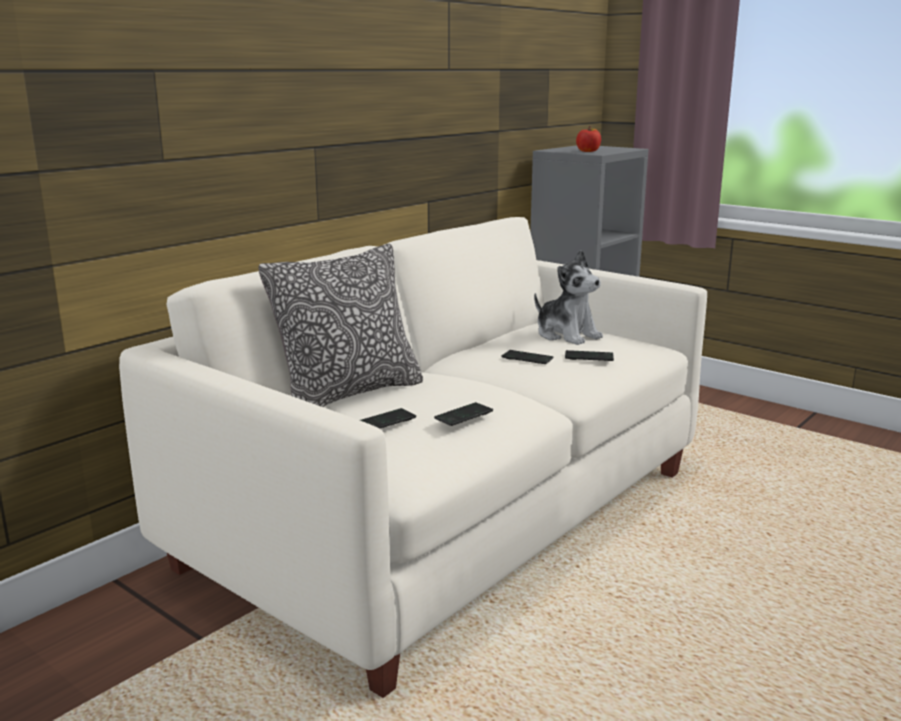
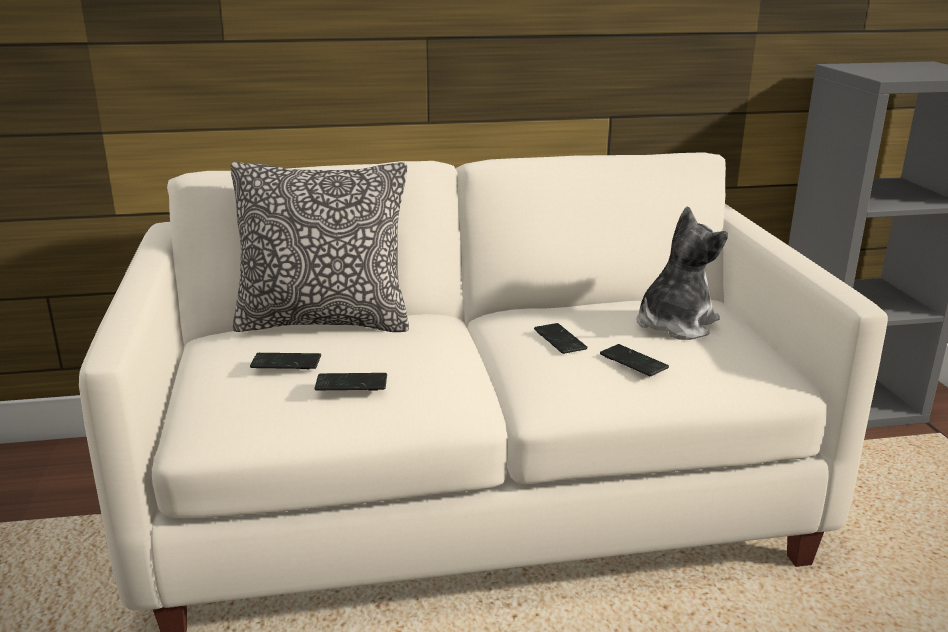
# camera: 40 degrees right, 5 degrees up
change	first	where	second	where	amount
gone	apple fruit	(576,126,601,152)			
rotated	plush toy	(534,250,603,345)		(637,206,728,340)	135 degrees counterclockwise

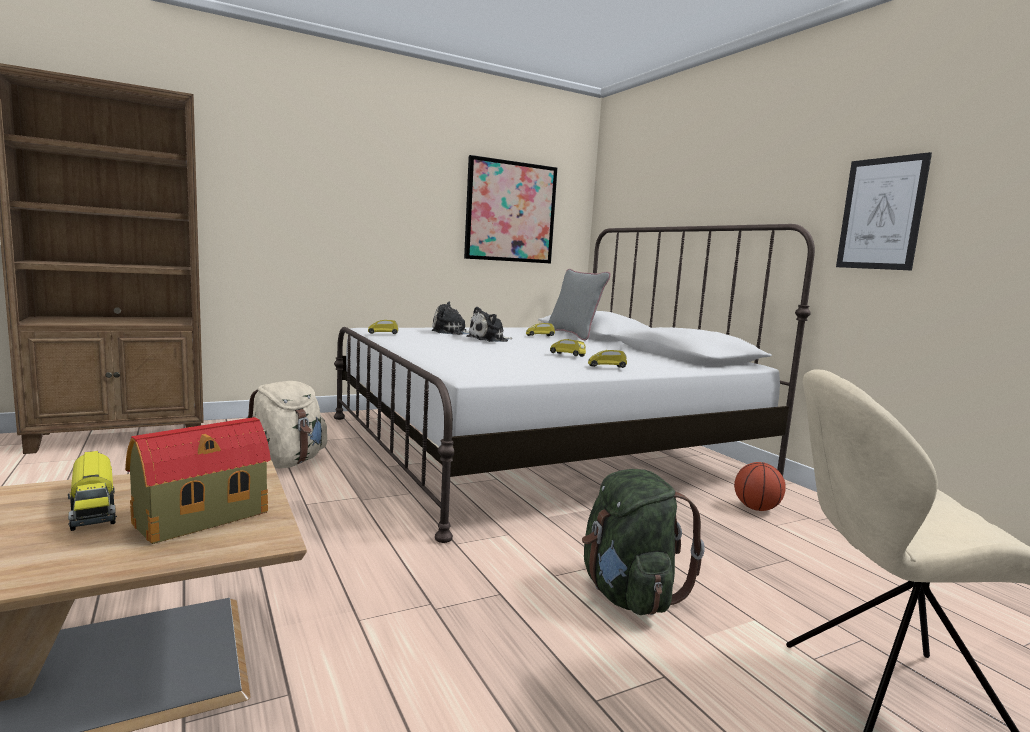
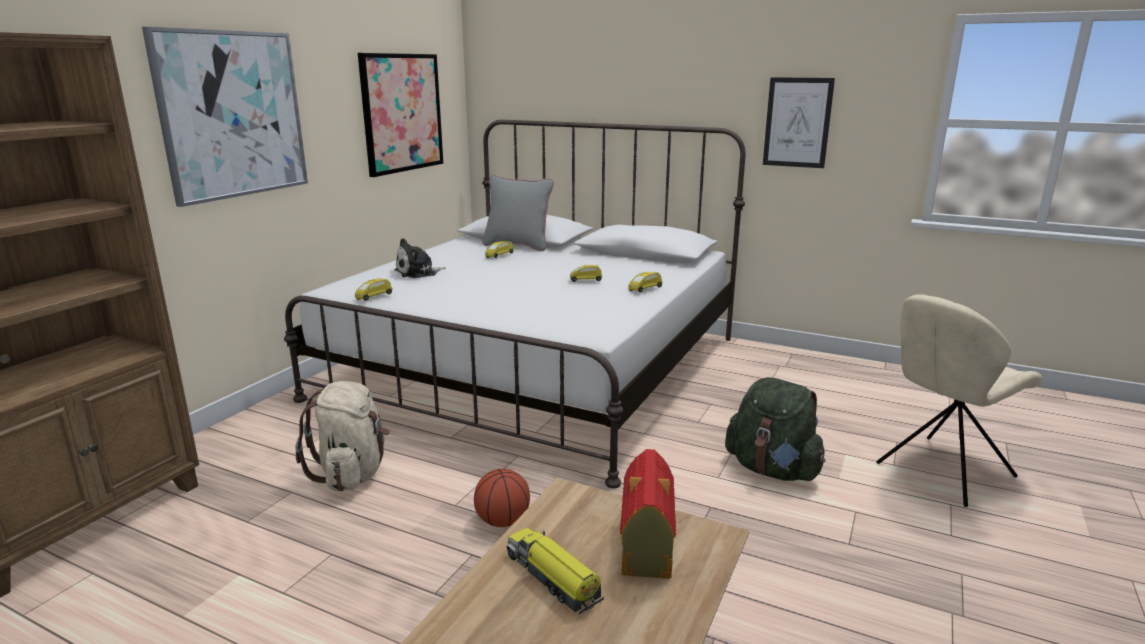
# camera: 35 degrees left, 10 degrees up
change	first	where	second	where	amount
gone	plush toy	(466,307,513,342)			
rotated	toy truck	(68,451,117,531)		(507,528,604,614)	150 degrees counterclockwise
shifted	ball for basketball	(734,462,786,511)		(474,469,530,527)	
new			picture	(142,27,308,207)	

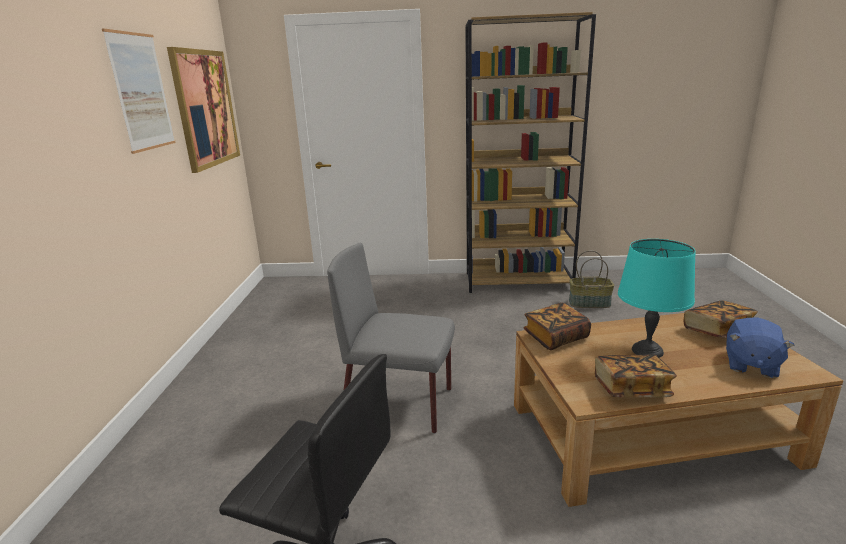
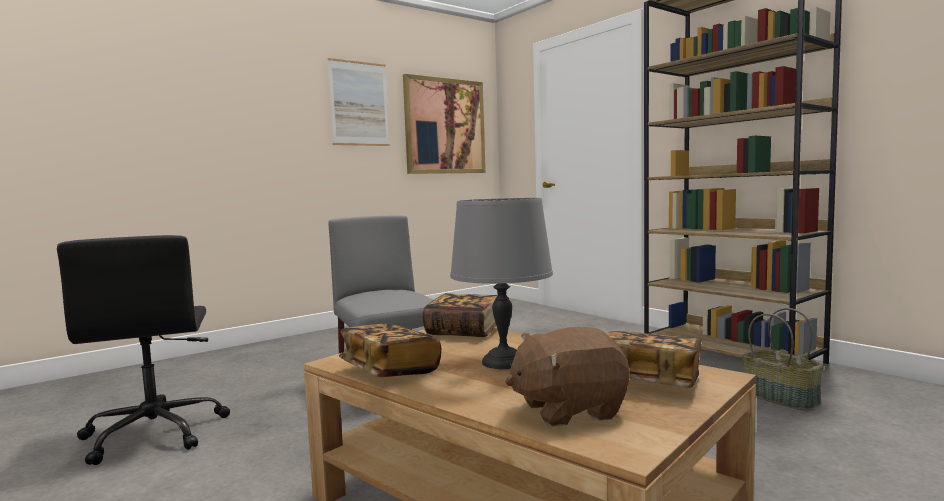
# camera: 50 degrees right, 15 degrees down
change	first	where	second	where	amount
repainted	lamp for a table/blue-green	(618,239,696,358)	lamp for a table/greyish	(450,198,553,369)	
repainted	plush toy/bluish	(726,318,795,378)	plush toy/brownish	(505,327,629,427)	

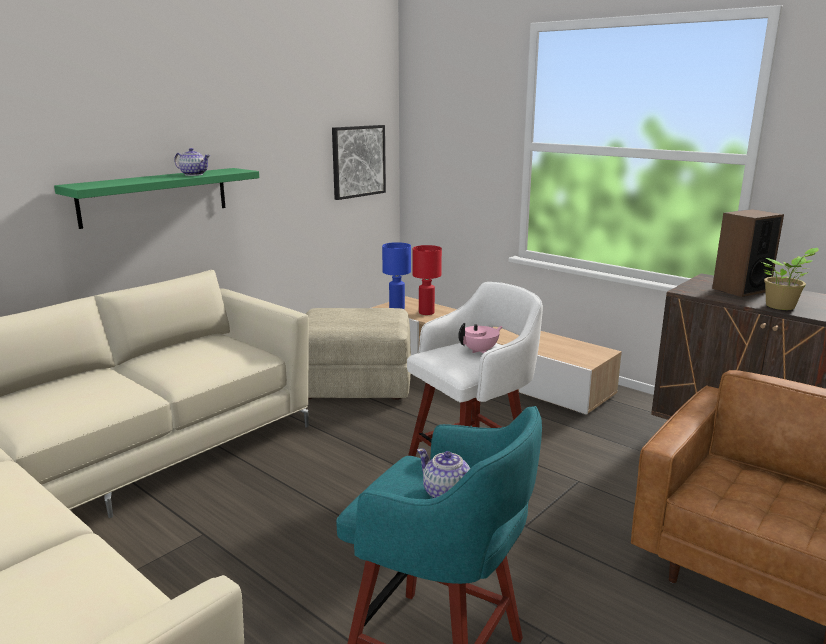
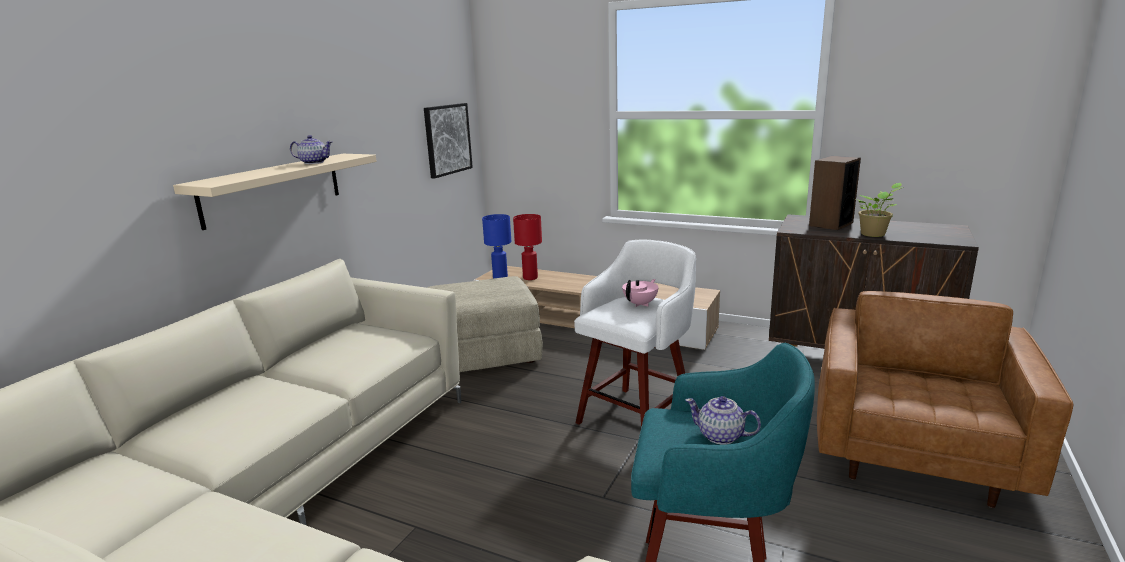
# camera: 15 degrees left, 0 degrees up
change	first	where	second	where	amount
repainted	bracket shelf/greenish	(54,168,259,229)	bracket shelf/beige	(173,154,377,230)	

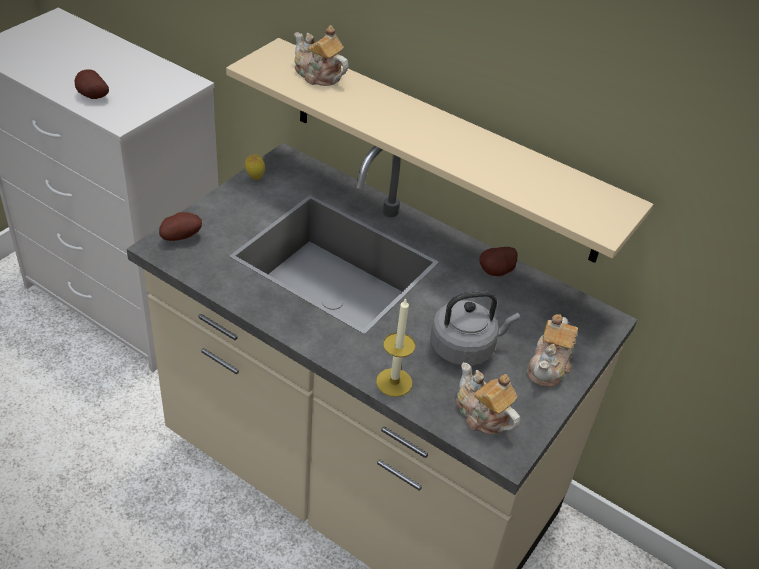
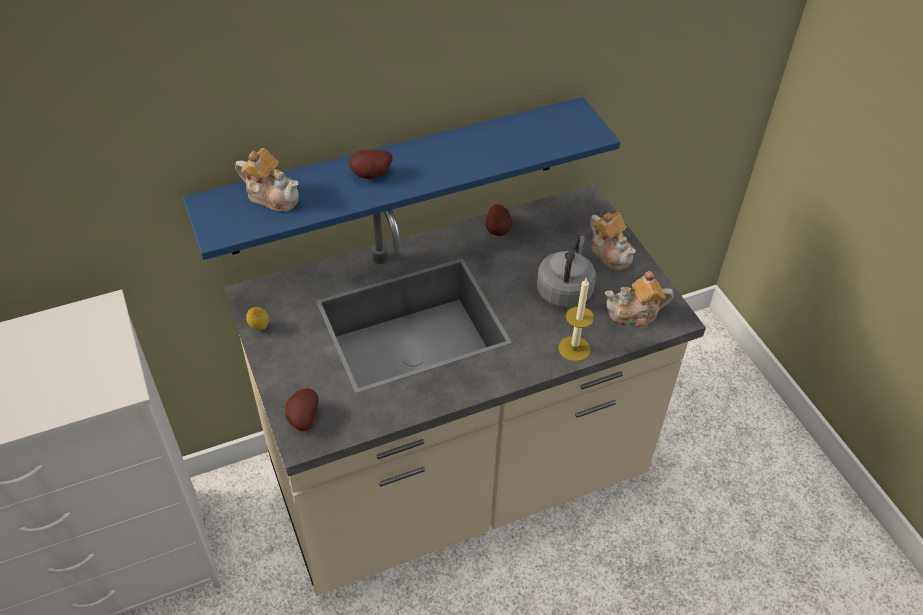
# camera: 55 degrees left, 5 degrees up
change	first	where	second	where	amount
rotated	teapot	(294,25,349,86)		(235,148,299,212)	135 degrees counterclockwise
repainted	bracket shelf/beige	(226,38,653,263)	bracket shelf/bluish	(183,97,620,260)	
shifted	whole potato	(74,69,109,99)		(349,150,393,179)	

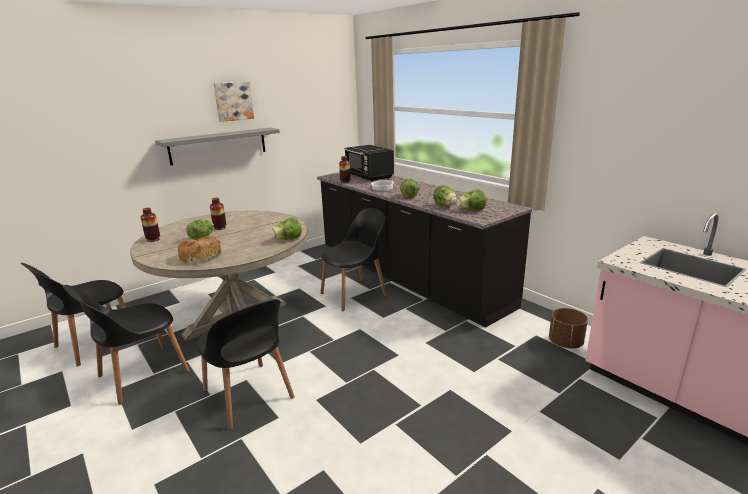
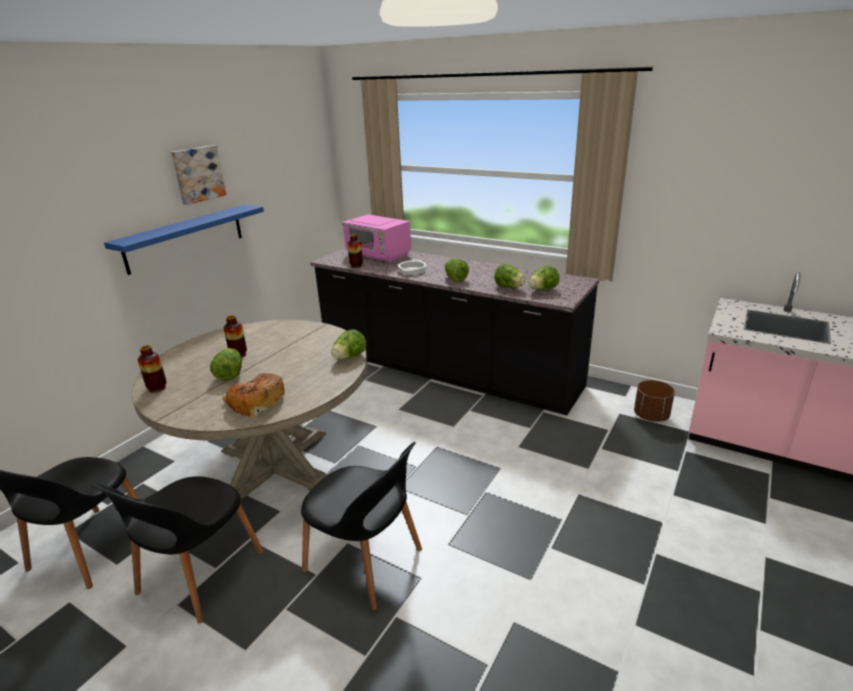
# camera: 20 degrees left, 5 degrees up
change	first	where	second	where	amount
repainted	bracket shelf/greyish	(155,128,280,165)	bracket shelf/bluish	(104,205,264,275)	
repainted	microwave oven/blackish	(344,145,394,182)	microwave oven/pink	(342,214,411,262)	
gone	chair/blackish	(320,208,387,311)			

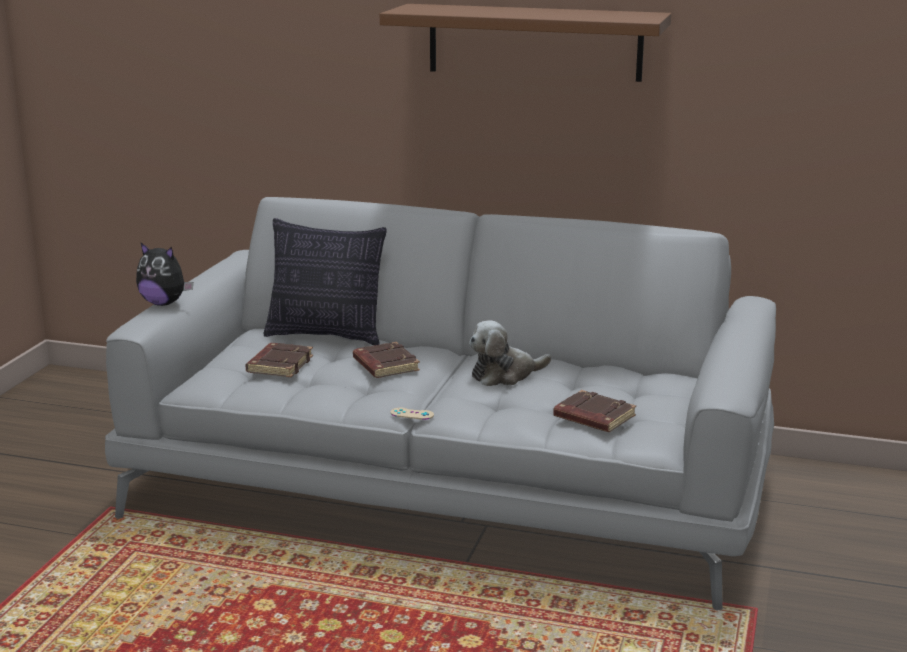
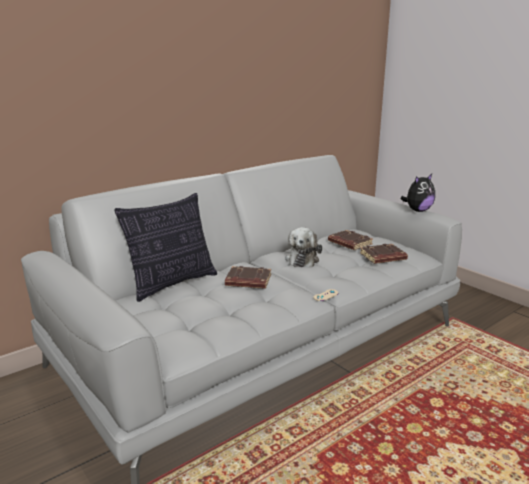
# camera: 55 degrees left, 0 degrees up
change	first	where	second	where	amount
gone	bracket shelf/brownish	(380,4,671,82)			
shifted	plush toy	(136,243,193,306)		(400,174,435,212)	
shifted	volume/brownish	(245,343,313,377)		(328,230,373,250)	

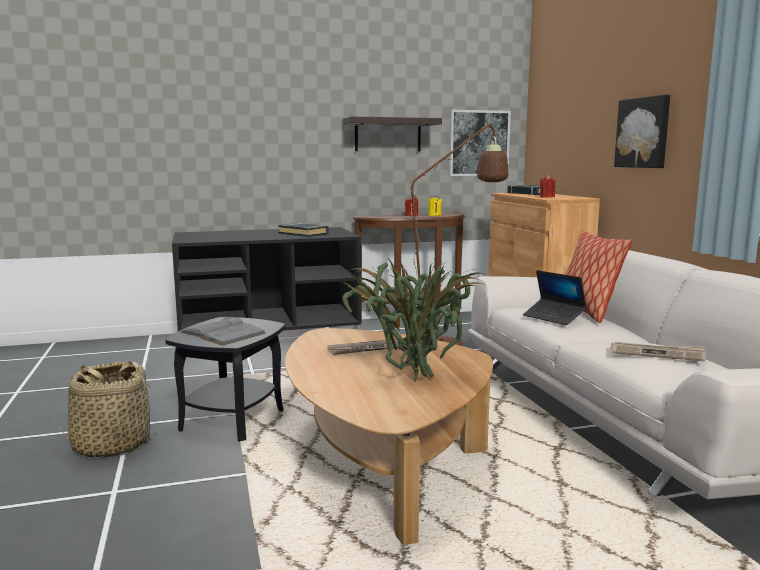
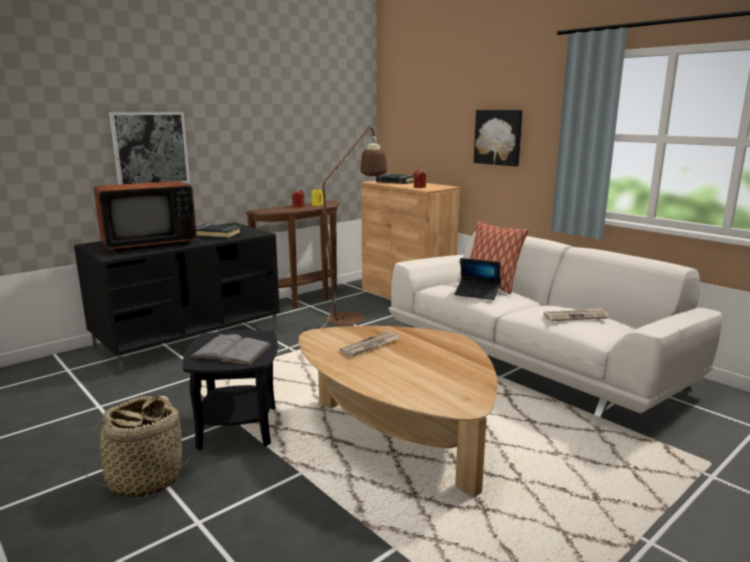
# camera: 25 degrees left, 5 degrees up
change	first	where	second	where	amount
shifted	picture	(448,110,511,176)		(109,112,190,185)	
gone	bracket shelf	(343,116,442,151)			
gone	houseplant	(342,257,486,382)			
new			TV	(94,151,197,253)	

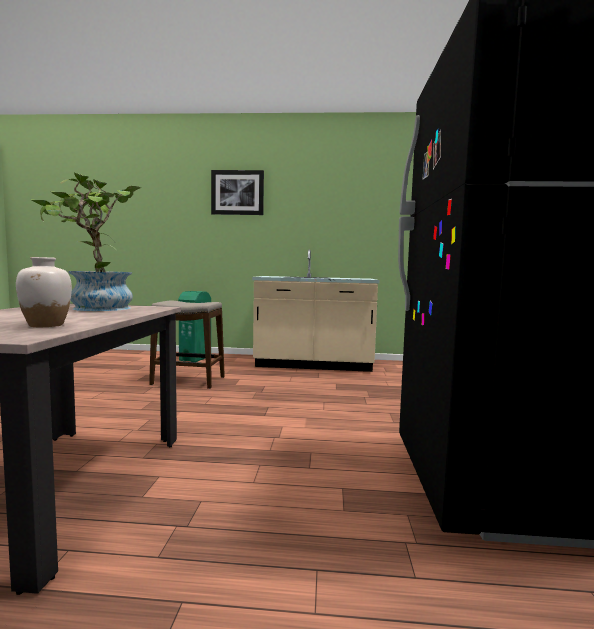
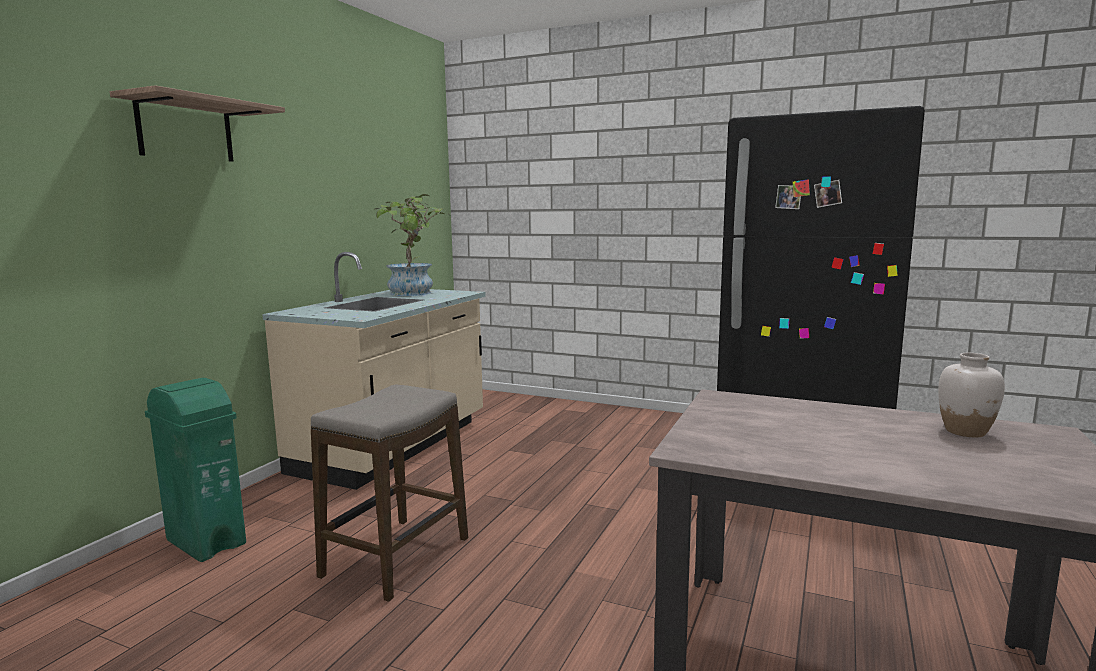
# camera: 70 degrees left, 5 degrees up
change	first	where	second	where	amount
swapped	picture	(211,170,264,215)	bracket shelf	(110,85,285,162)	
shifted	houseplant	(32,173,141,311)		(375,194,448,296)	

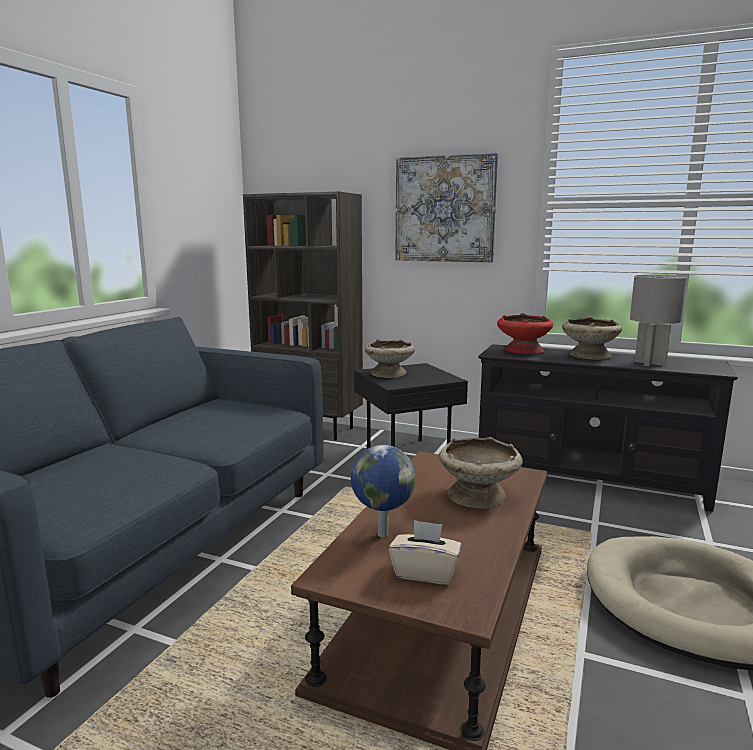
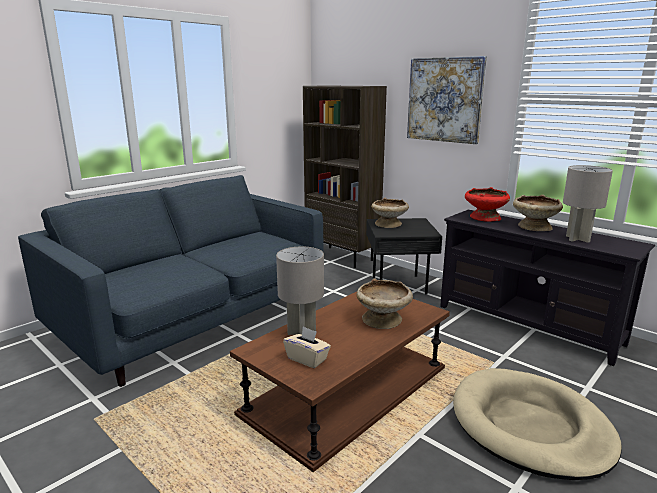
# camera: 20 degrees right, 5 degrees up
change	first	where	second	where	amount
swapped	world globe	(351,445,416,537)	lamp for a table/greyish	(276,246,324,335)	

